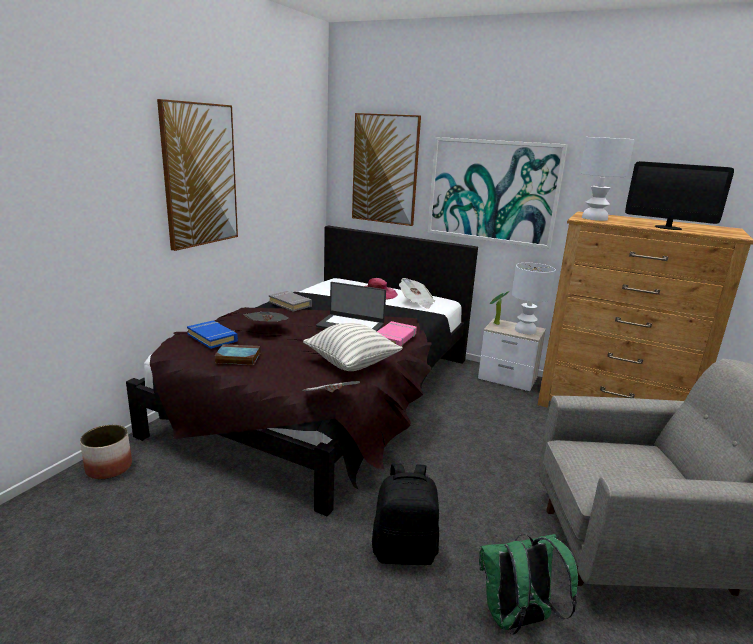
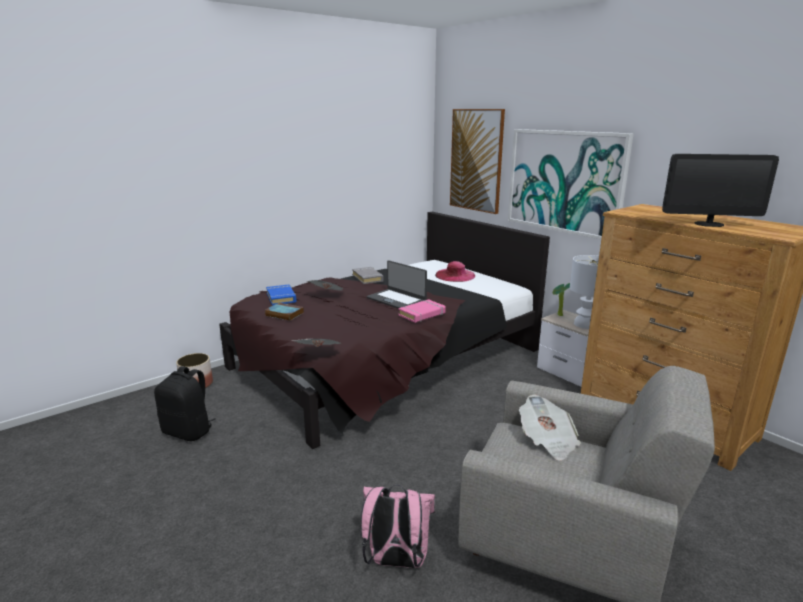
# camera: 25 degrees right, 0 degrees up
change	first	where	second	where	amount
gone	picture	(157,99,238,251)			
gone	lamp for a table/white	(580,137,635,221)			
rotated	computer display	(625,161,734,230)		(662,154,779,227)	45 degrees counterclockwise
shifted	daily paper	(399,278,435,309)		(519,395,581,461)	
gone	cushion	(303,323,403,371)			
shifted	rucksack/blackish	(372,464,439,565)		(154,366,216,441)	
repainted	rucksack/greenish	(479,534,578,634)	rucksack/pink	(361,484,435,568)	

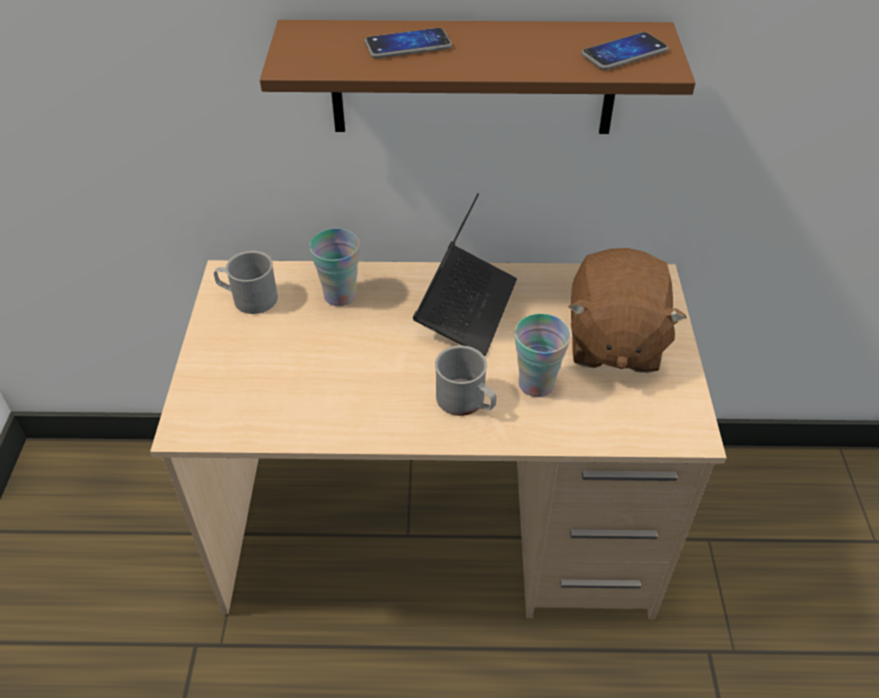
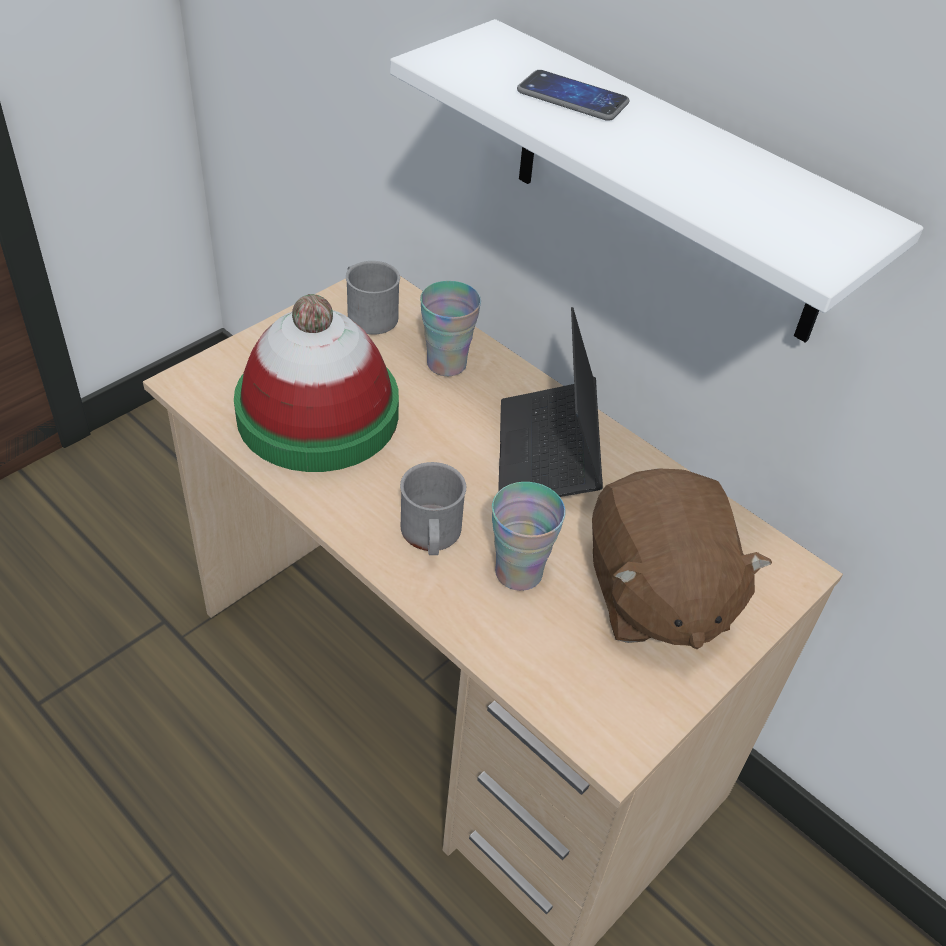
# camera: 40 degrees right, 0 degrees up
change	first	where	second	where	amount
repainted	bracket shelf/brownish	(260,20,695,134)	bracket shelf/white	(390,19,923,342)	
gone	handset	(581,32,669,70)			
rotated	laptop	(413,193,517,356)		(498,307,603,497)	120 degrees clockwise
rotated	plush toy/brownish	(568,248,687,373)		(592,468,772,649)	60 degrees counterclockwise
new			wearable hat	(234,294,399,472)	

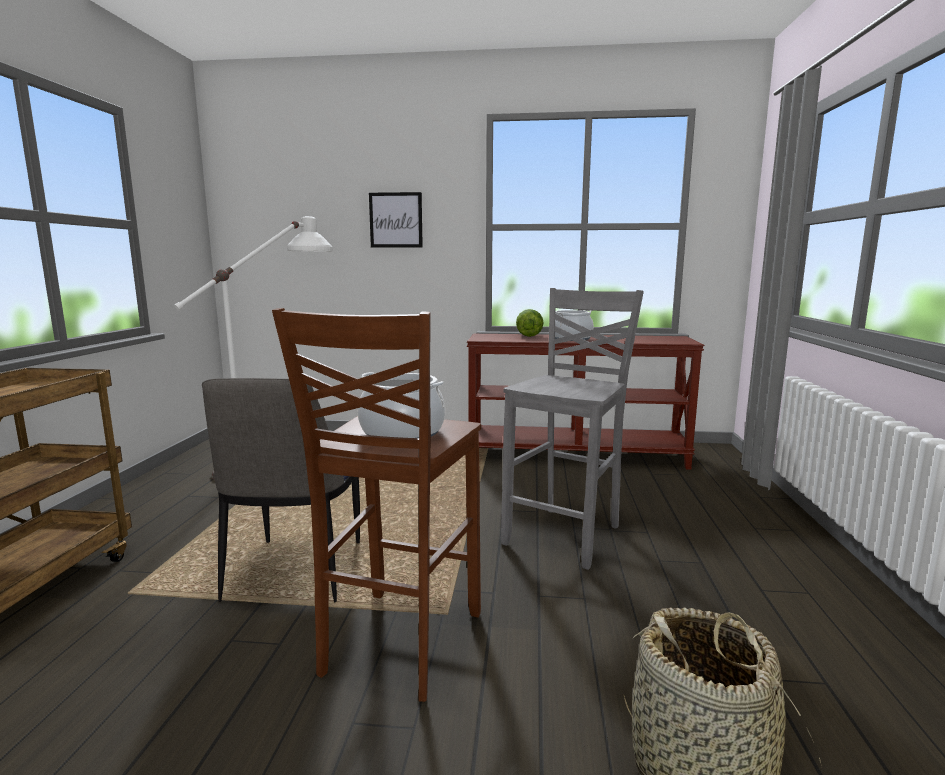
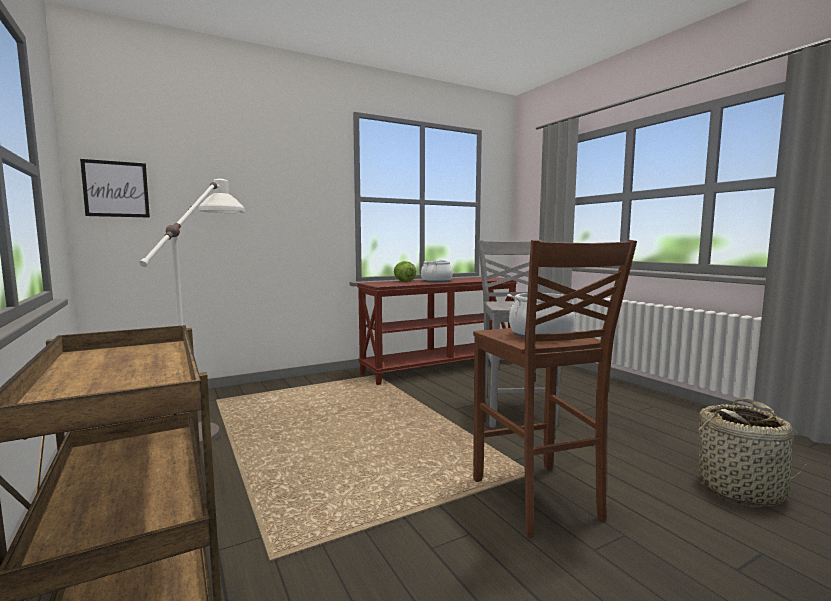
# camera: 35 degrees left, 5 degrees down
change	first	where	second	where	amount
shifted	picture	(369,192,423,248)		(80,159,150,218)	
gone	chair	(202,378,360,602)			

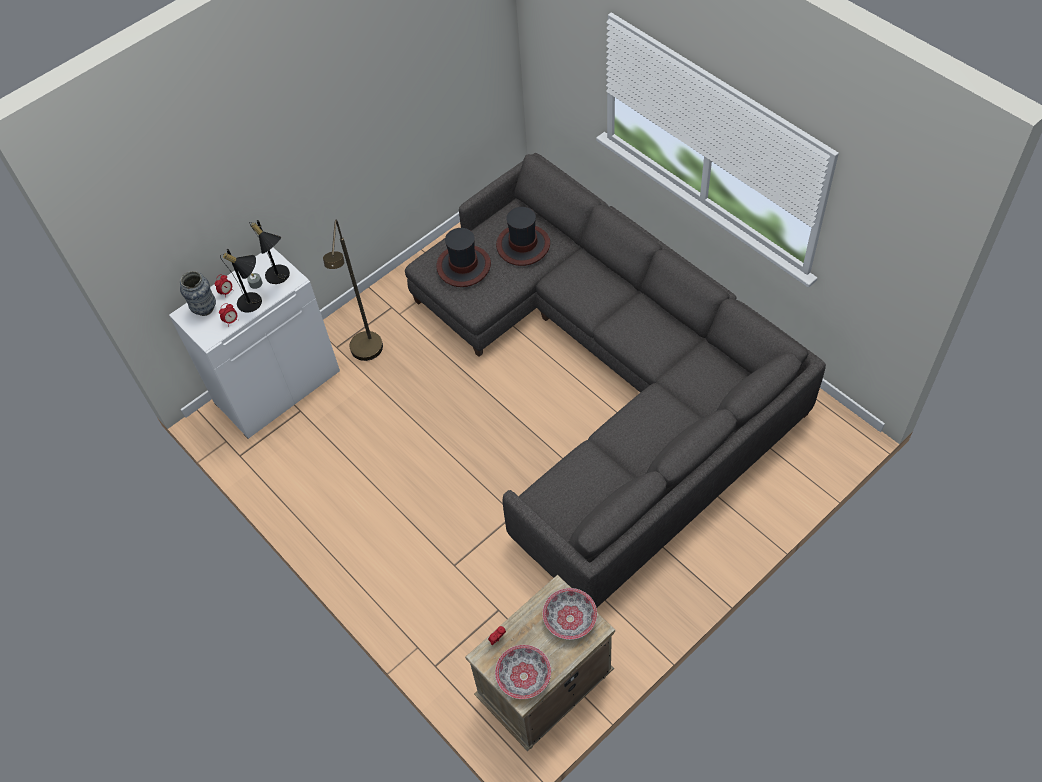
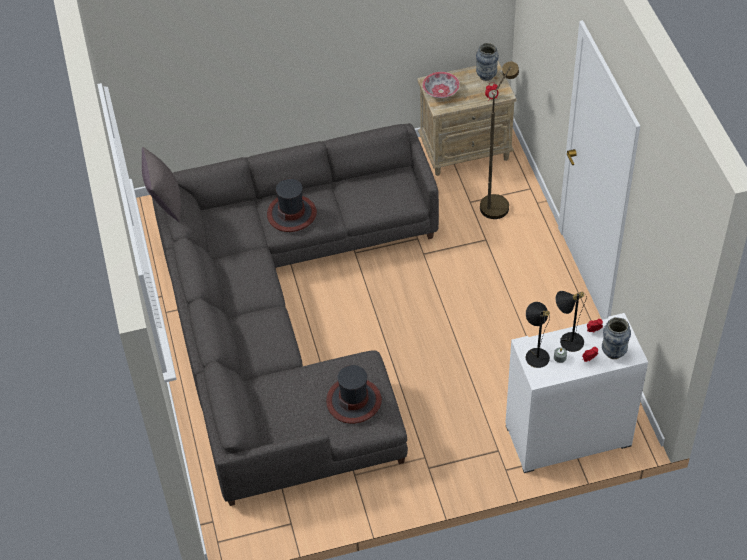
# camera: 155 degrees left, 5 degrees down
change	first	where	second	where	amount
shifted	wearable hat	(496,207,550,266)		(267,179,317,232)	
shifted	standard lamp/brownish	(323,220,383,361)		(480,62,519,219)	
swapped	bowl	(495,645,551,699)	flower vase	(476,43,499,81)	
new			cushion/greyish	(142,147,181,223)	

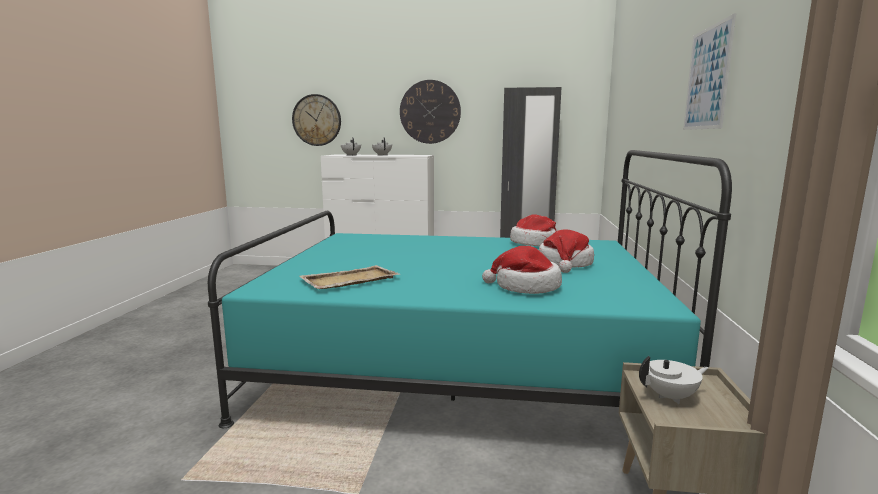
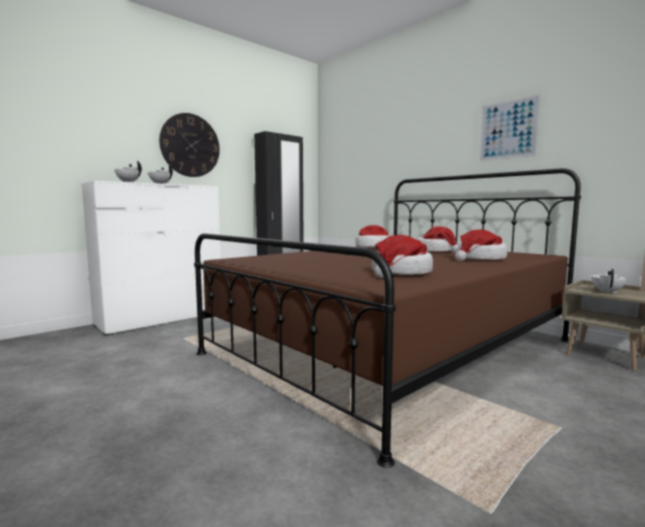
# camera: 50 degrees left, 5 degrees down
change	first	where	second	where	amount
gone	hanging clock	(292,94,341,146)			
repainted	bed/blue-green	(208,150,732,428)	bed/brownish	(194,168,581,468)	
swapped	serving tray/beige	(299,265,399,289)	wearable hat	(372,235,433,278)	

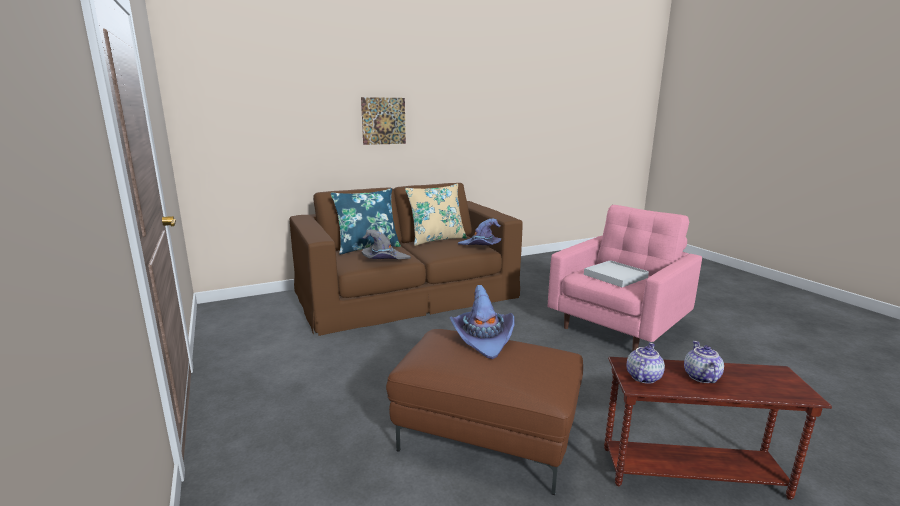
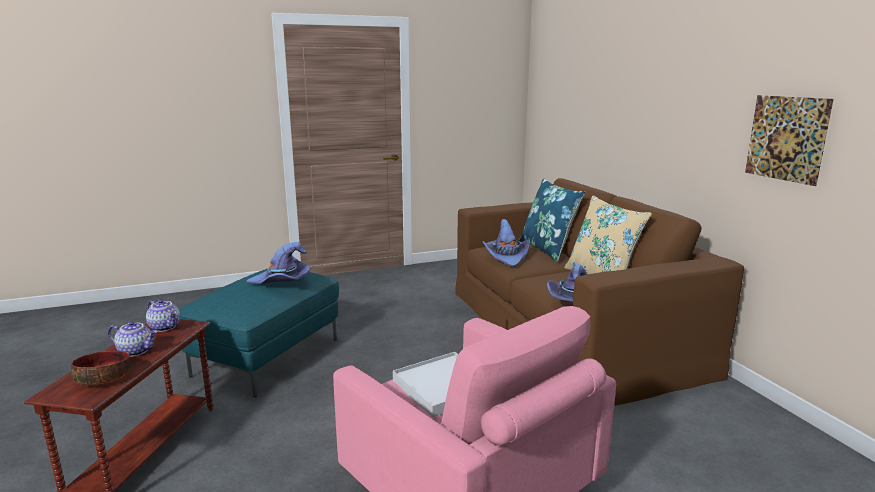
# camera: 95 degrees right, 0 degrees up
change	first	where	second	where	amount
shifted	picture	(361,97,406,145)		(745,95,834,186)	
repainted	wearable hat/greyish	(362,229,411,259)	wearable hat/purplish	(482,219,529,267)	
repainted	pouffe/brownish	(386,329,583,495)	pouffe/blue-green	(179,269,339,397)	
new			bowl	(71,351,131,385)	

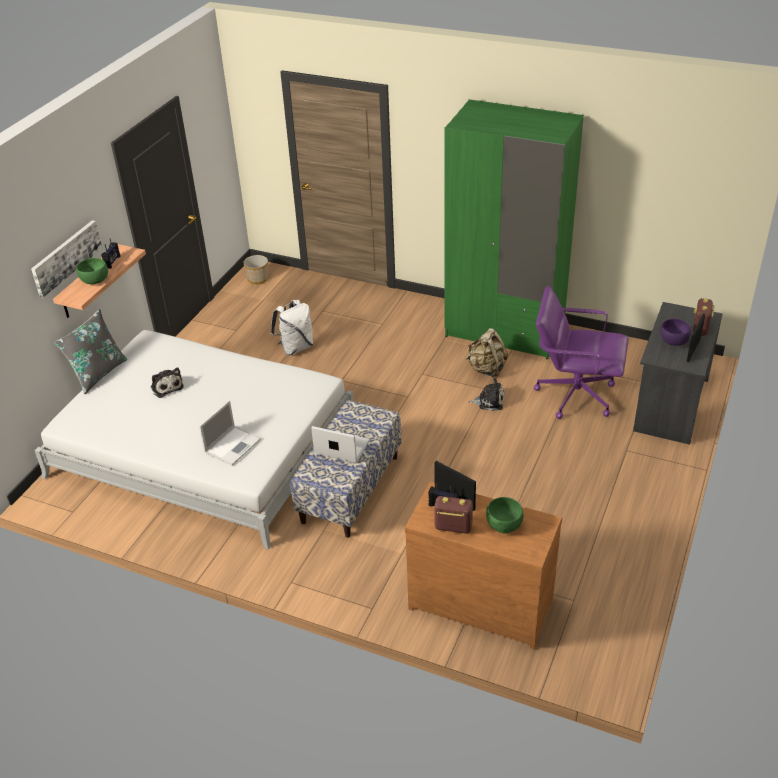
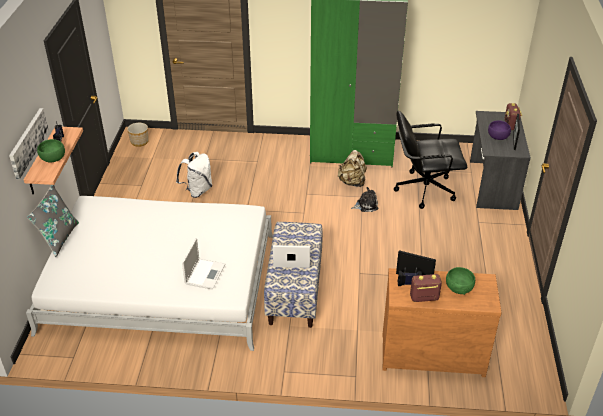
# camera: 20 degrees left, 0 degrees up
change	first	where	second	where	amount
repainted	computer chair/purplish	(534,286,629,419)	computer chair/blackish	(394,111,467,209)	
gone	plush toy	(151,367,184,398)			

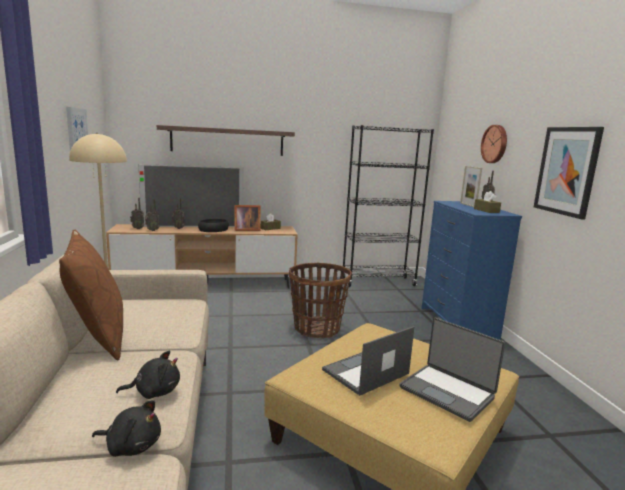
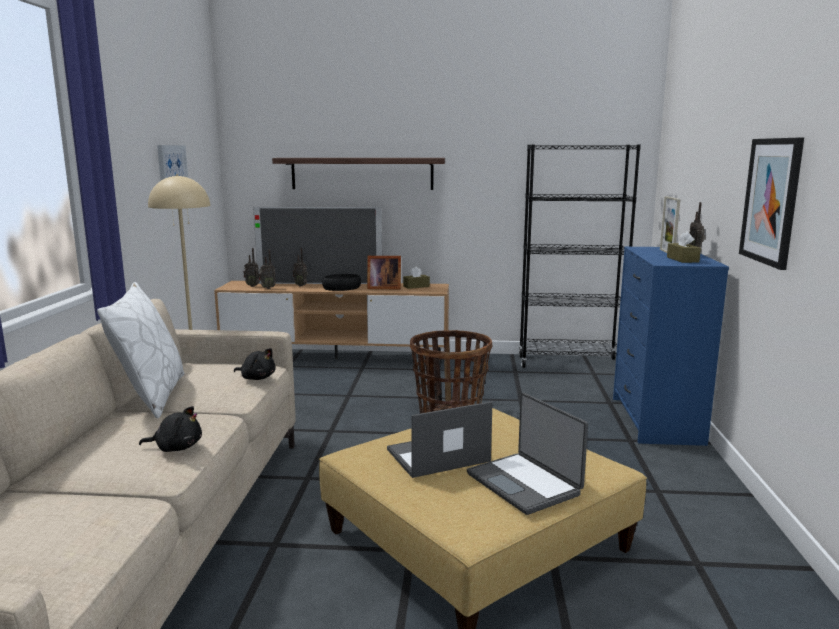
# camera: 15 degrees right, 0 degrees up
change	first	where	second	where	amount
gone	hanging clock	(481,125,507,163)			
repainted	cushion/brownish	(59,229,123,360)	cushion/white	(97,282,184,419)	
shifted	plush toy/blackish	(92,400,161,457)		(234,348,276,380)	

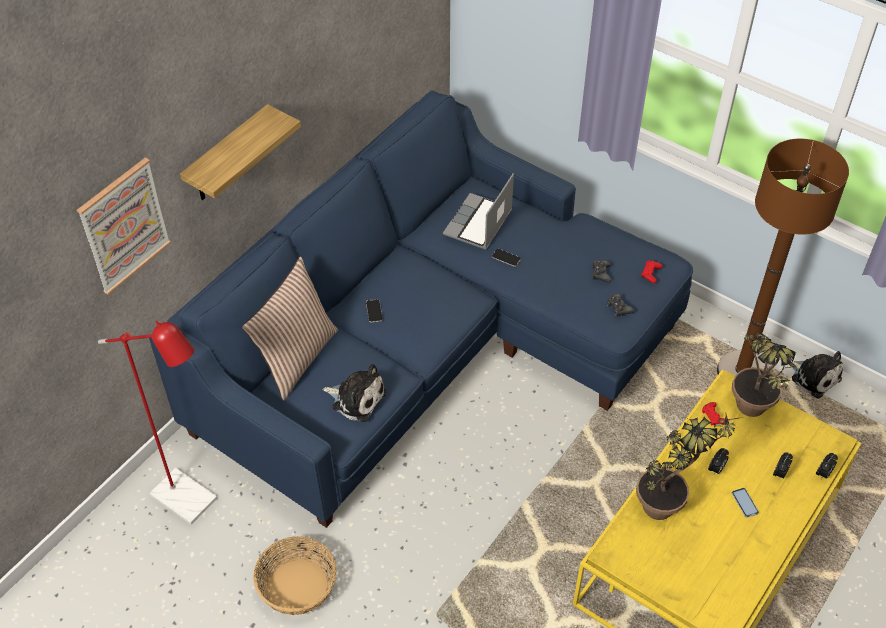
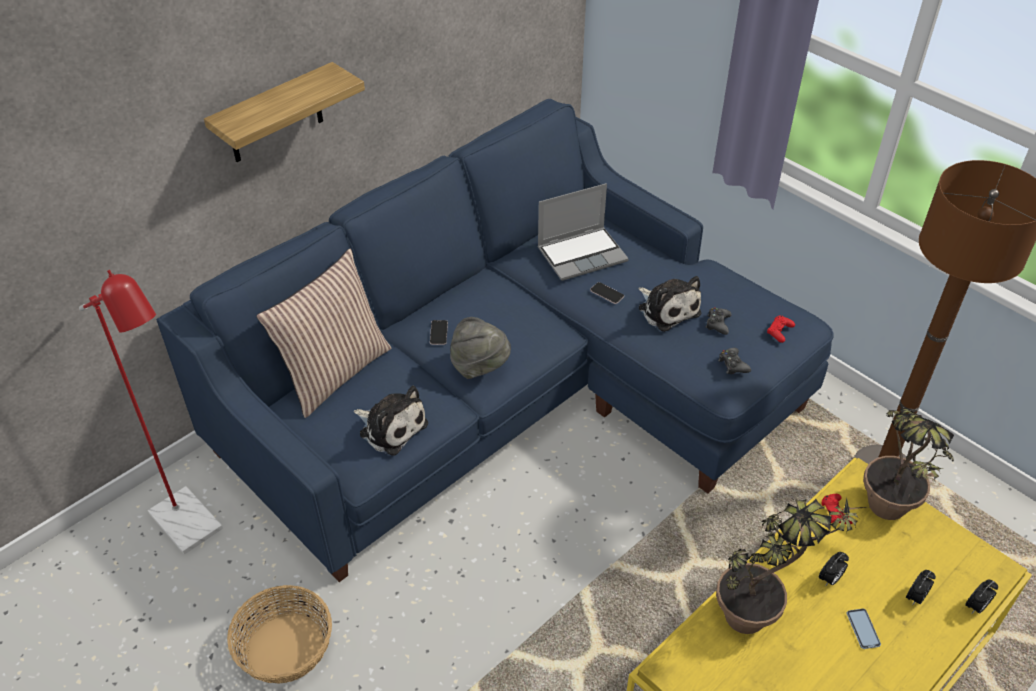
# camera: 10 degrees right, 5 degrees down
change	first	where	second	where	amount
gone	picture	(77,157,171,295)			
rotated	laptop	(443,174,514,250)		(537,183,629,281)	150 degrees counterclockwise
shifted	plush toy	(791,351,843,399)		(639,276,701,332)	
new			wearable hat/greyish	(450,317,511,379)	

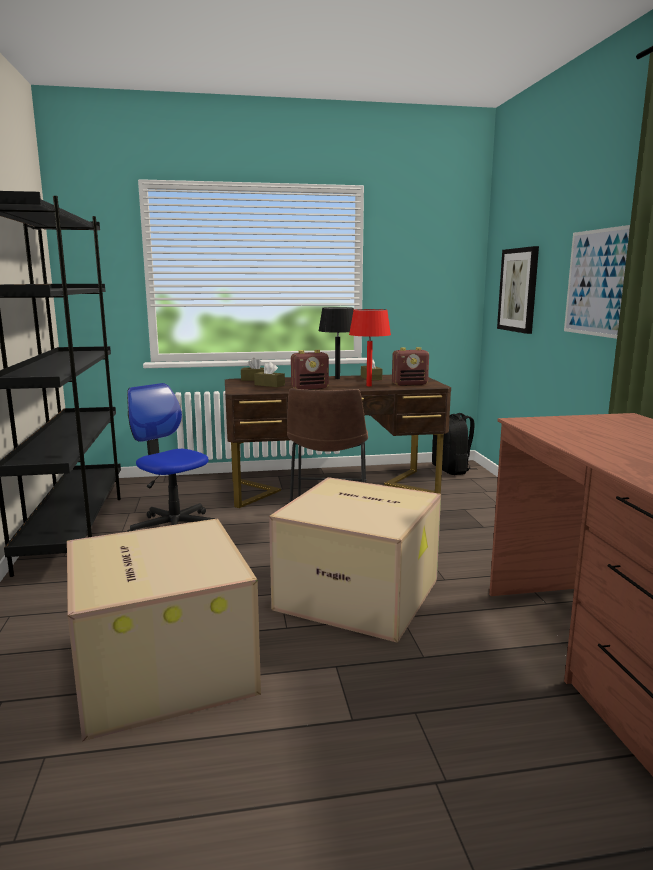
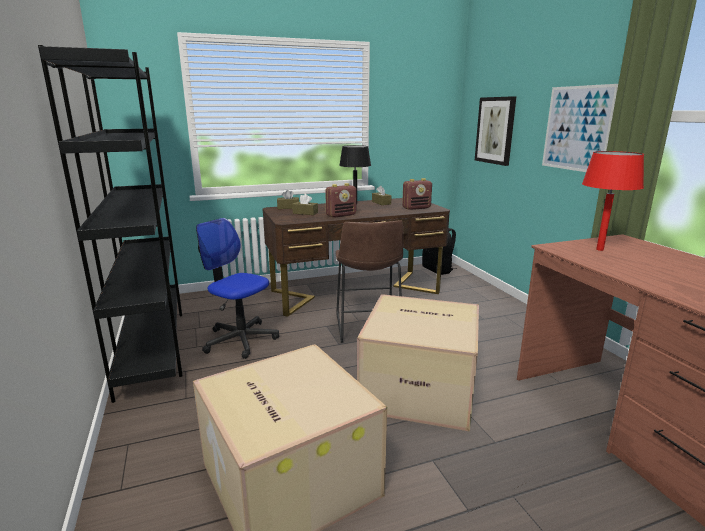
# camera: 10 degrees left, 5 degrees up
change	first	where	second	where	amount
shifted	lamp for a table/red	(349,309,391,386)		(582,151,644,251)	

